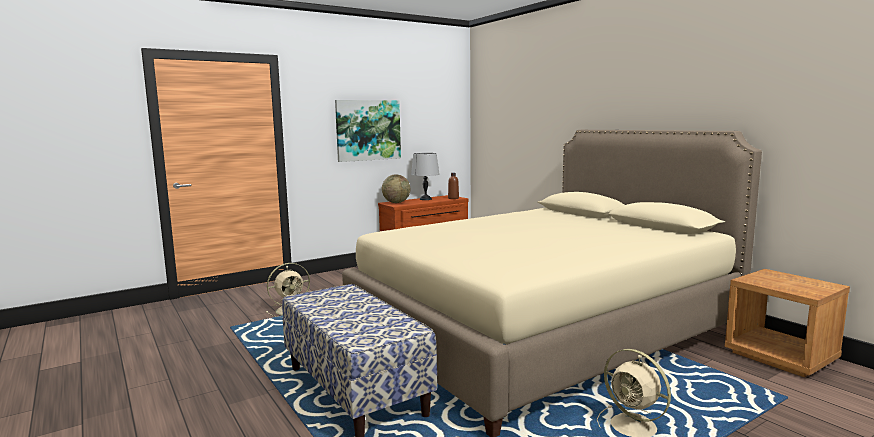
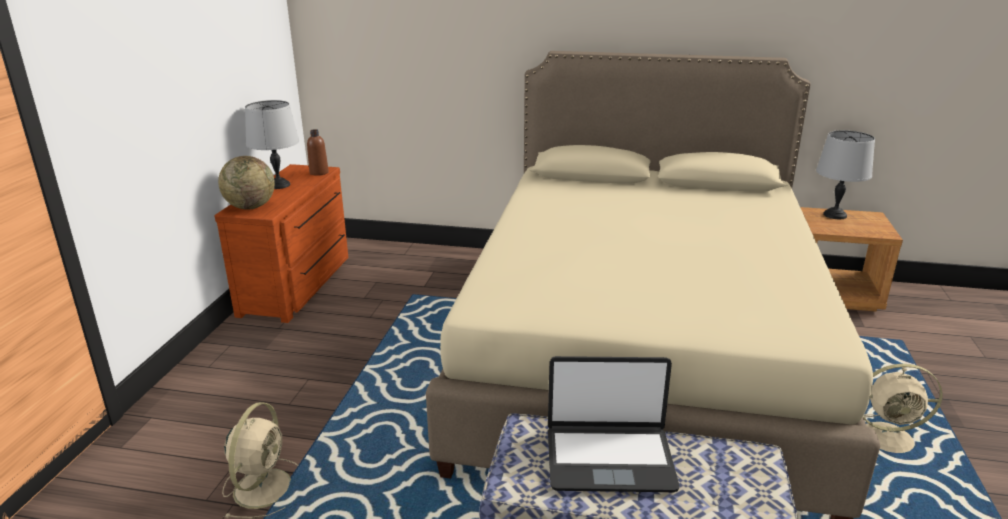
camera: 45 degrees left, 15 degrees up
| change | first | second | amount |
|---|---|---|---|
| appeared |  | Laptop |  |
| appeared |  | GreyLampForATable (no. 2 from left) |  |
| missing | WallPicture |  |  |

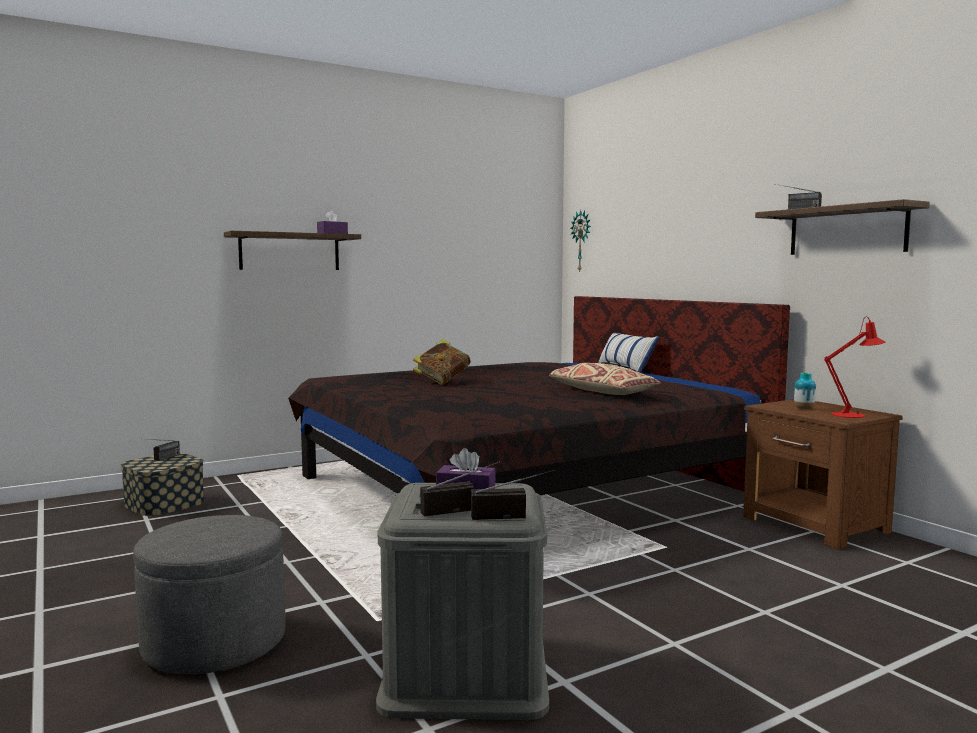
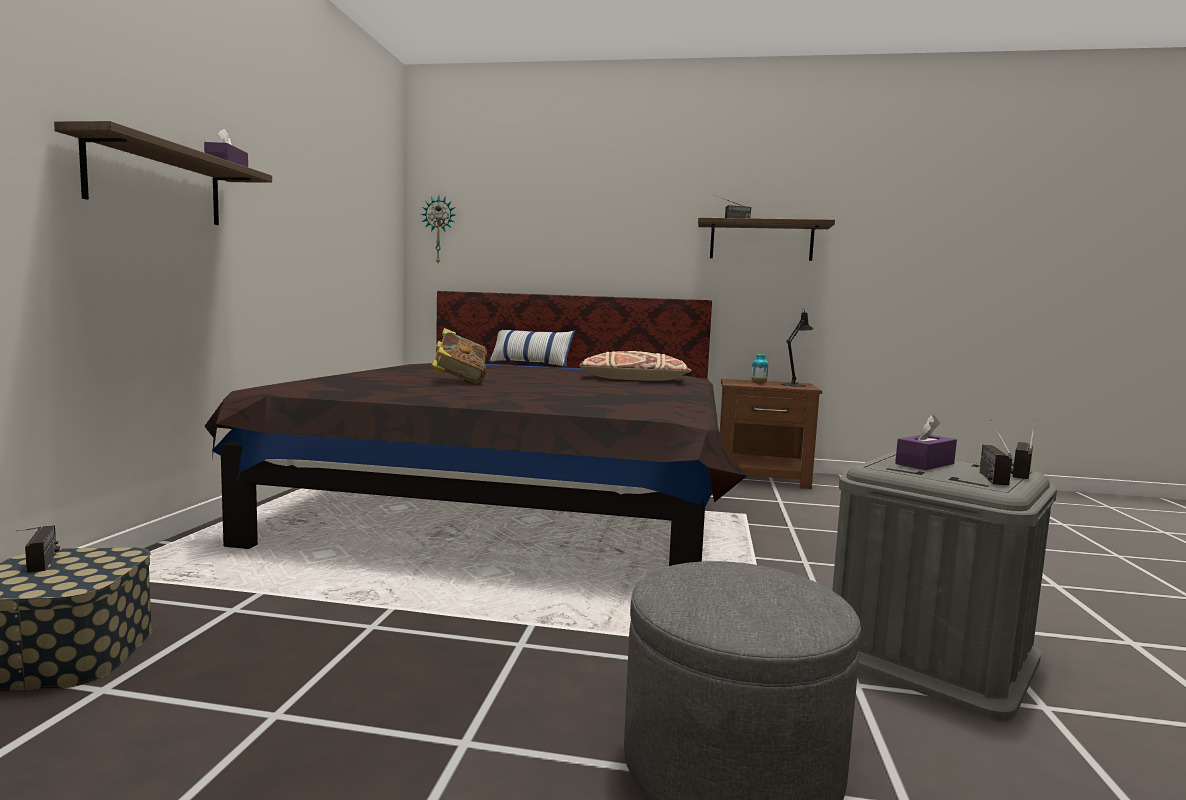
camera: 50 degrees left, 0 degrees up
| change | first | second | amount |
|---|---|---|---|
| colour | RedColouredLampForATable | BlackLampForATable |  |

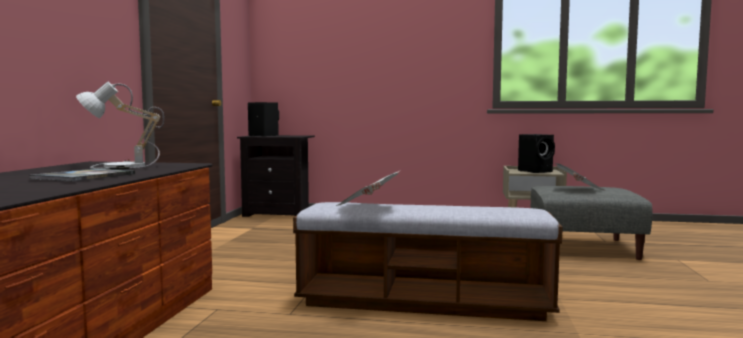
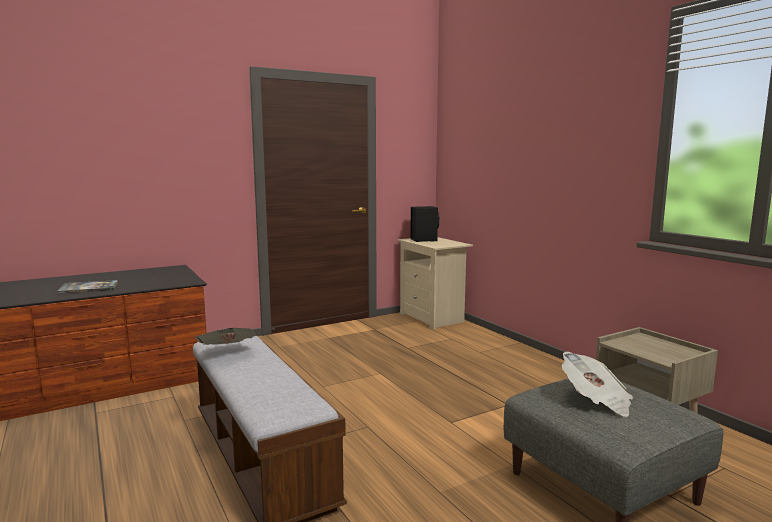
camera: 50 degrees right, 5 degrees up
| change | first | second | amount |
|---|---|---|---|
| colour | BlackBedsideTable | BeigeColouredBedsideTable (no. 1 from left) |  |
| missing | LampForATable |  |  |
| missing | BlackLoudspeaker (no. 2 from left) |  |  |

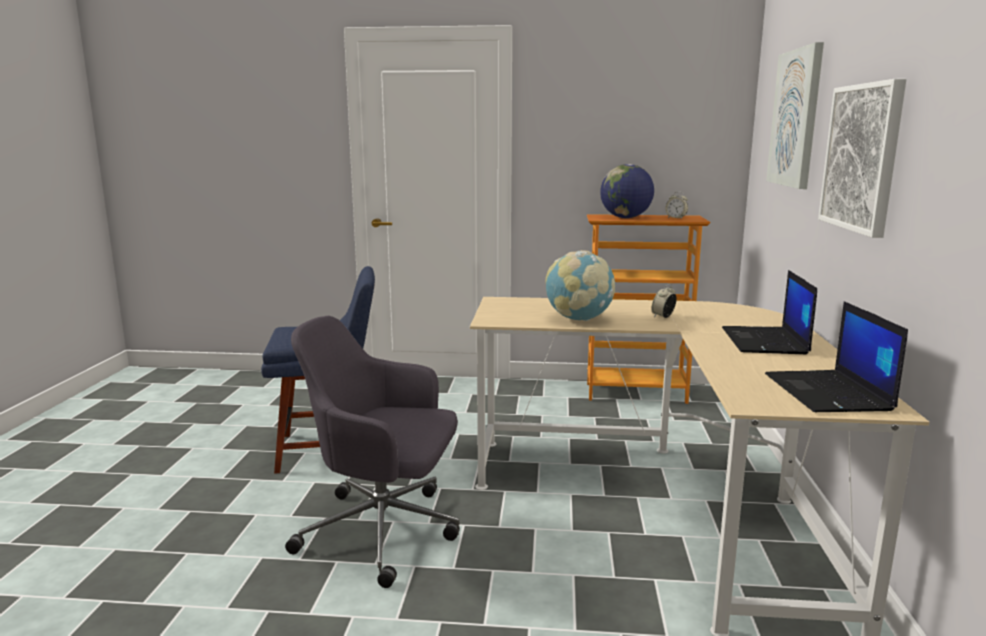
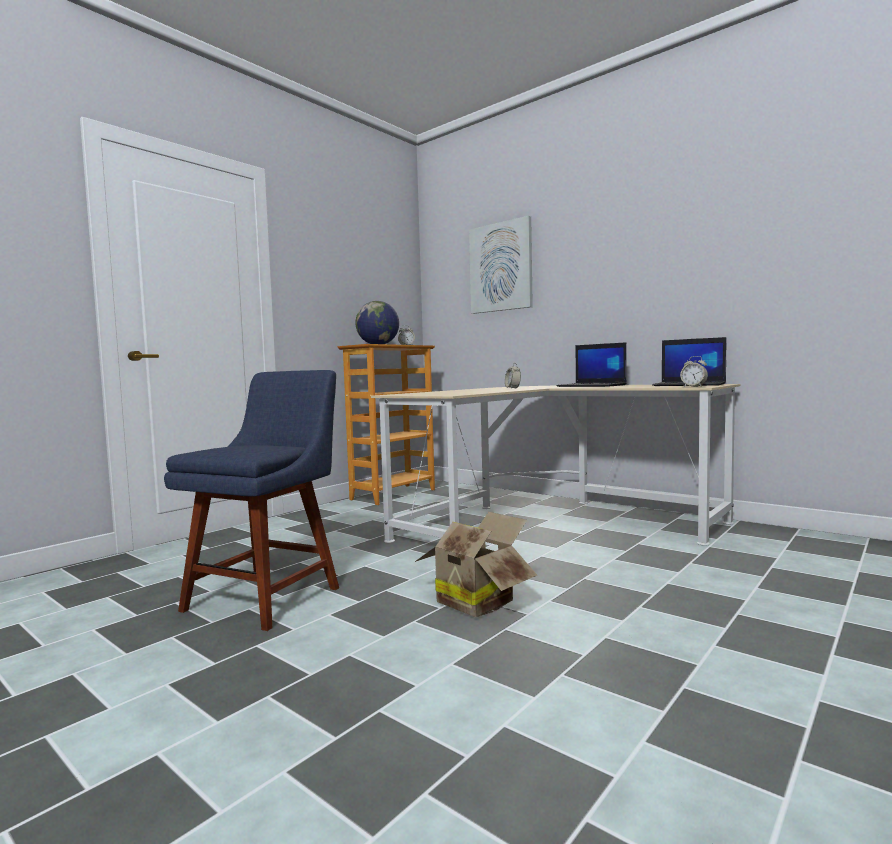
camera: 55 degrees left, 10 degrees down
| change | first | second | amount |
|---|---|---|---|
| exchanged | GreyComputerChair | CardboardBox |  |
| appeared |  | TableClock (no. 3 from left) |  |
| missing | Globe (no. 1 from left) |  |  |
| missing | WallPicture (no. 2 from left) |  |  |

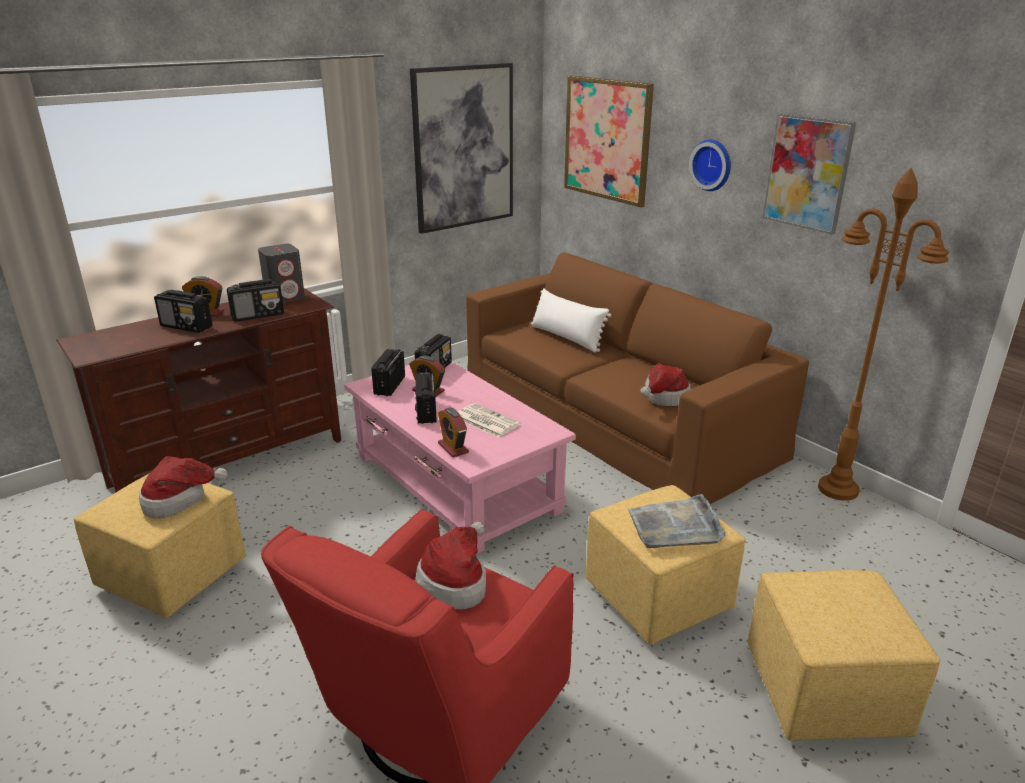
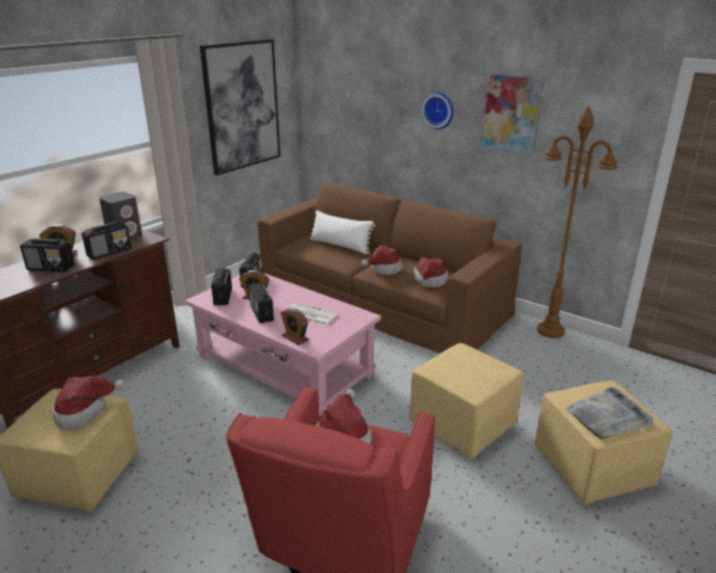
camera: 15 degrees left, 0 degrees up
| change | first | second | amount |
|---|---|---|---|
| appeared |  | ClothingHat (no. 3 from left) |  |
| relocated | GreyCarryingTray |  |  |
| missing | WallPicture (no. 2 from left) |  |  |

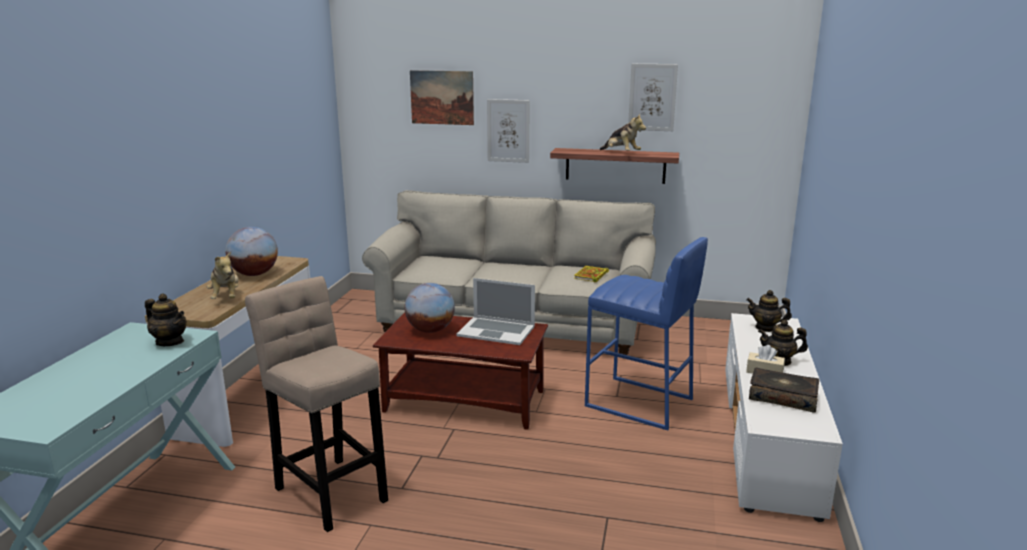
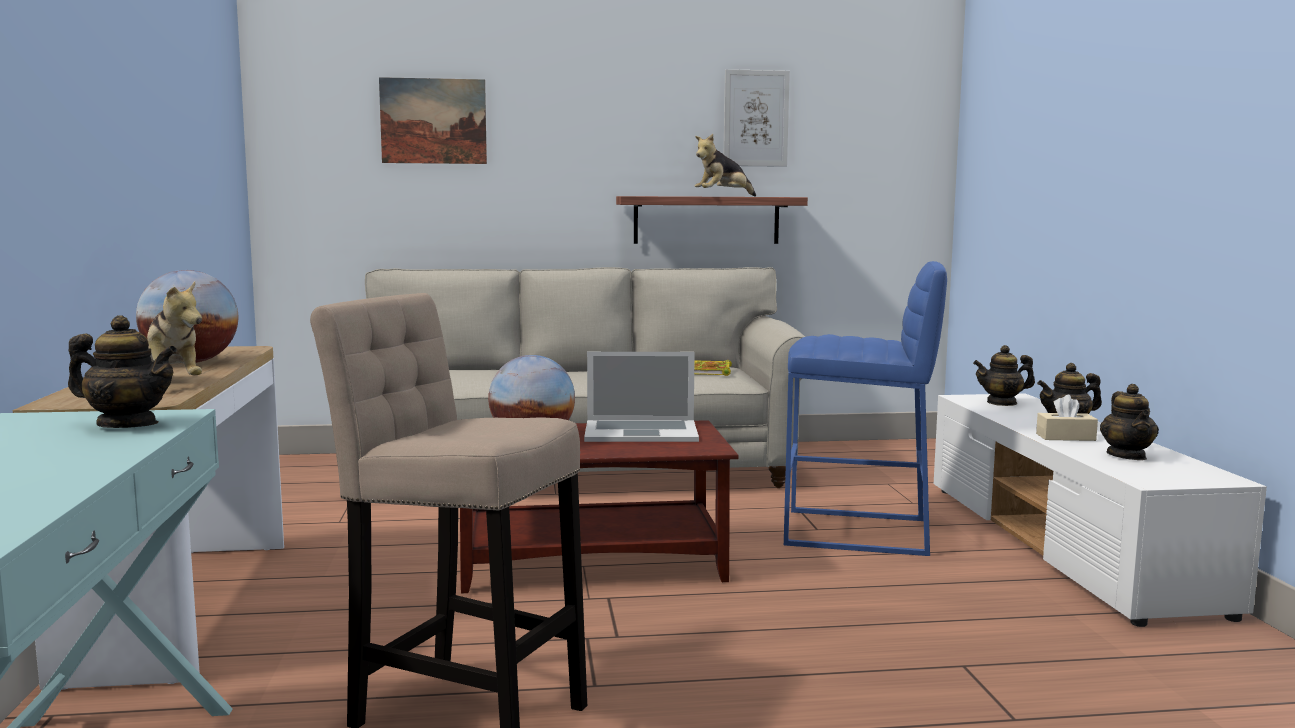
camera: 20 degrees left, 10 degrees down
| change | first | second | amount |
|---|---|---|---|
| spun | SoftToy (no. 2 from left) |  | 120 degrees clockwise |
| exchanged | Book (no. 2 from left) | PotForTea (no. 4 from left) |  |
| missing | WallPicture (no. 2 from left) |  |  |

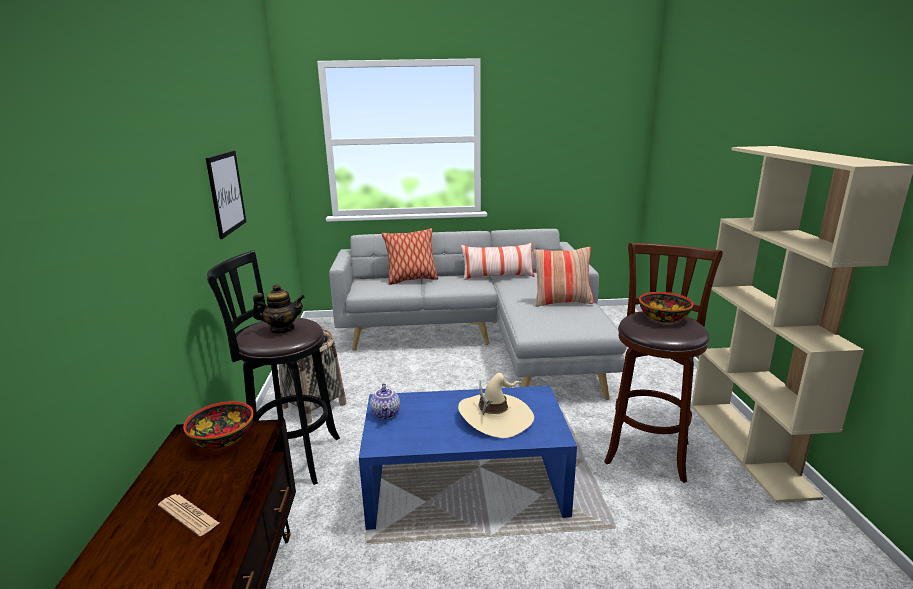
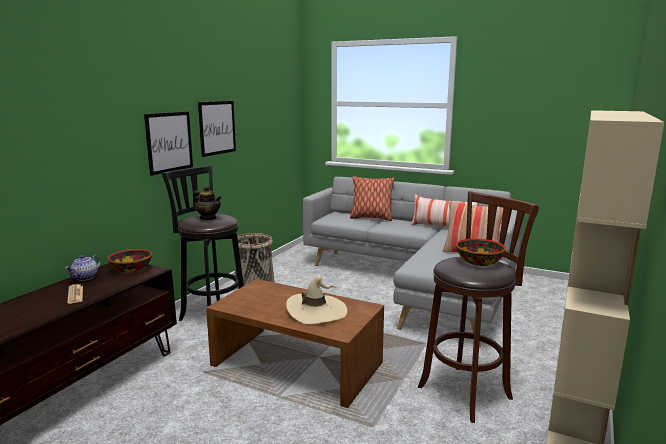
camera: 30 degrees right, 5 degrees down
| change | first | second | amount |
|---|---|---|---|
| relocated | PotForTea (no. 2 from left in the first image) | PotForTea (no. 1 from left) |  |
| appeared |  | WallPicture (no. 1 from left) |  |
| colour | BlueCoffeeTable | BrownishCoffeeTable |  |

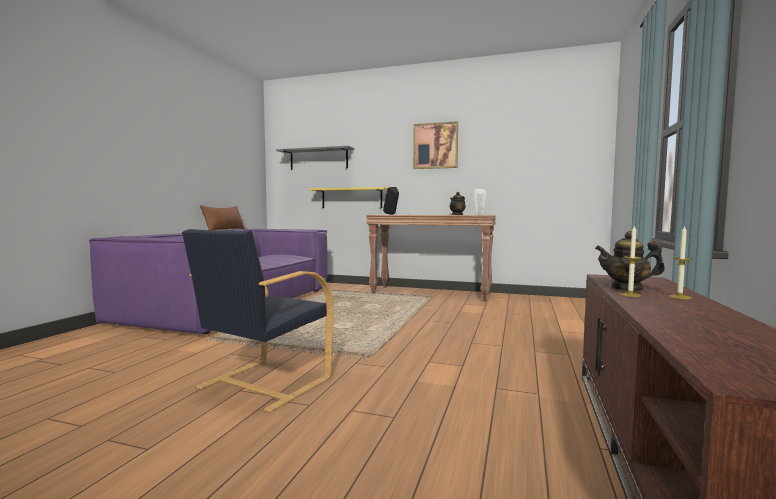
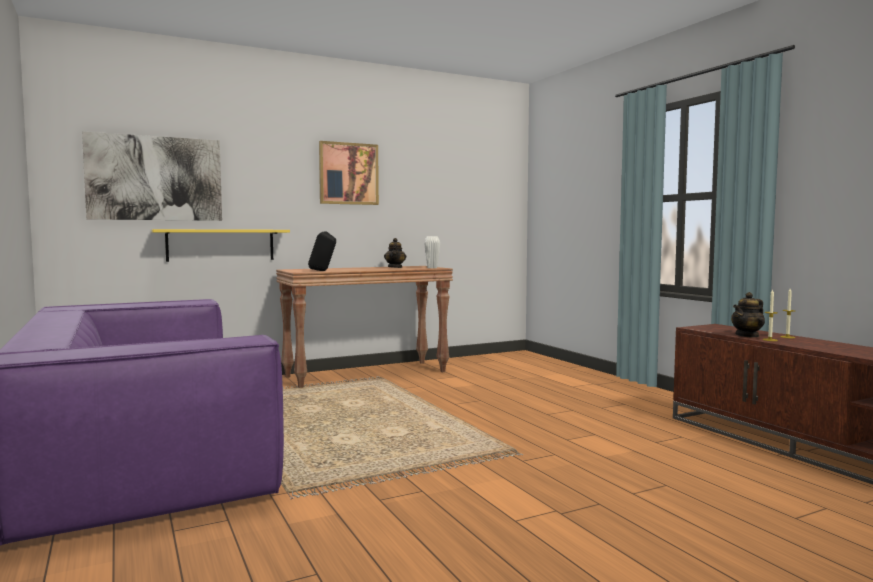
camera: 45 degrees left, 0 degrees up
| change | first | second | amount |
|---|---|---|---|
| exchanged | GreyBracketShelf | WallPicture (no. 1 from left) |  |
| missing | BlackArmchair |  |  |
| missing | BrownishPillow |  |  |

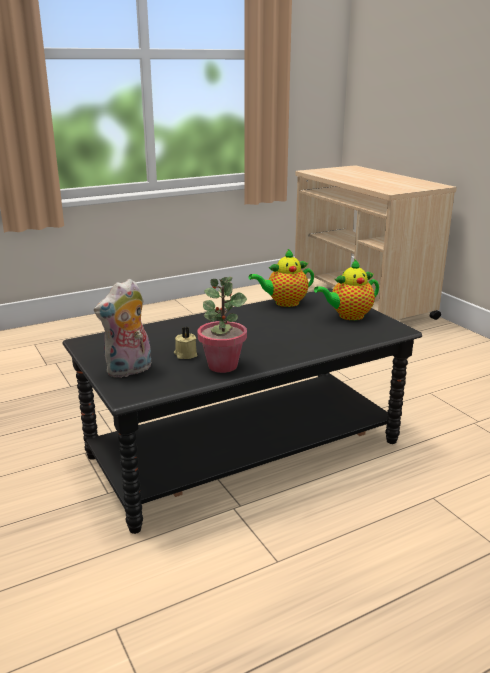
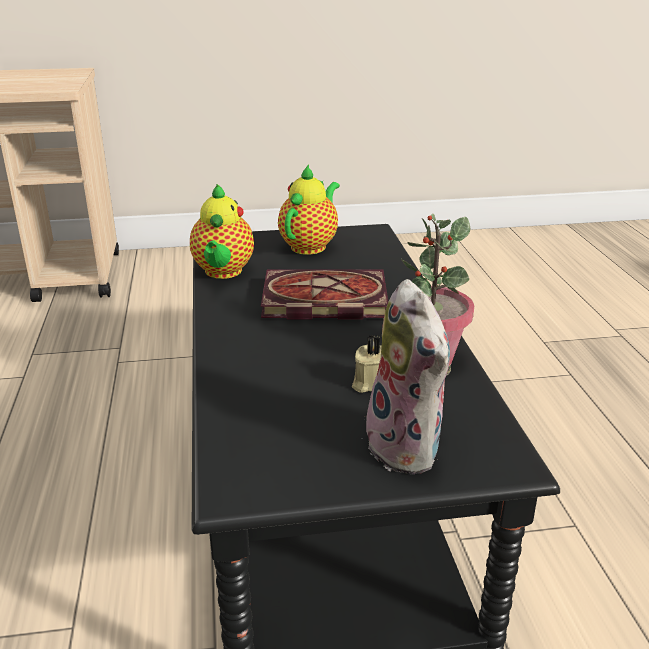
camera: 70 degrees left, 5 degrees up
| change | first | second | amount |
|---|---|---|---|
| appeared |  | Book |  |
| spun | PotForTea (no. 2 from left) |  | 150 degrees counterclockwise |

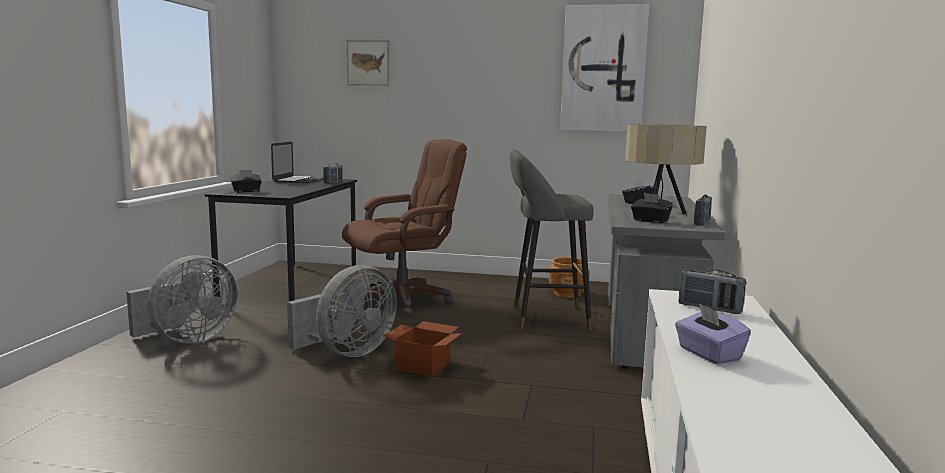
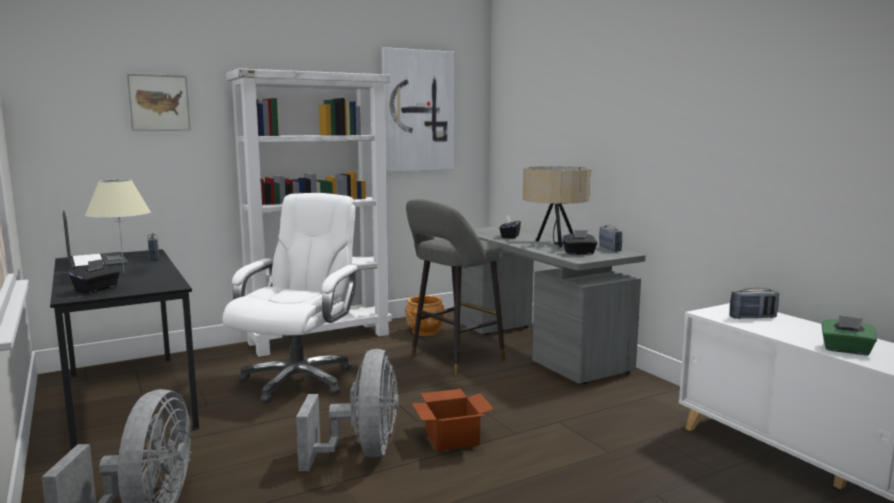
camera: 40 degrees left, 0 degrees up
| change | first | second | amount |
|---|---|---|---|
| appeared |  | BeigeColouredLampForATable (no. 1 from left) |  |
| colour | BrownishComputerChair | WhitishComputerChair |  |
| appeared |  | WhitishBookshelf |  |
| colour | PurplishTissueBox | GreenColouredTissueBox |  |

